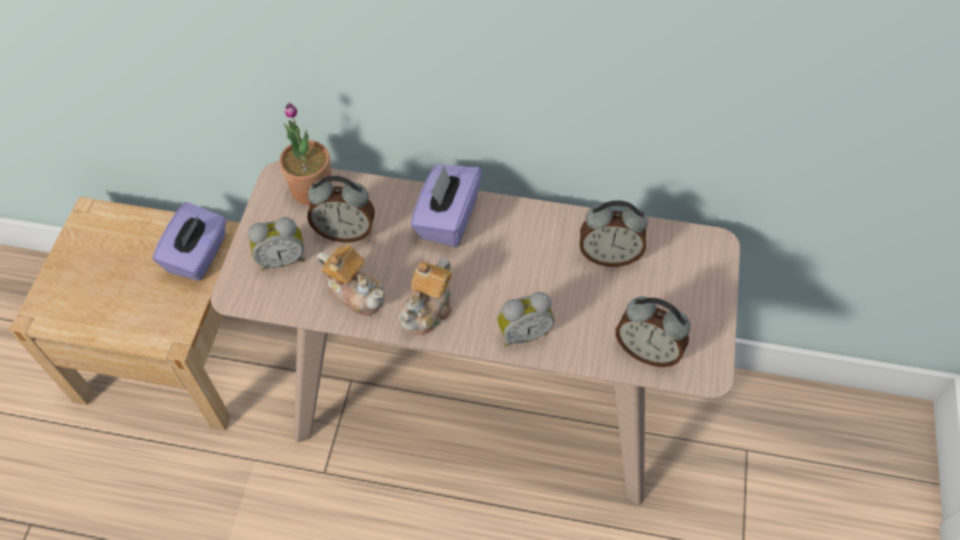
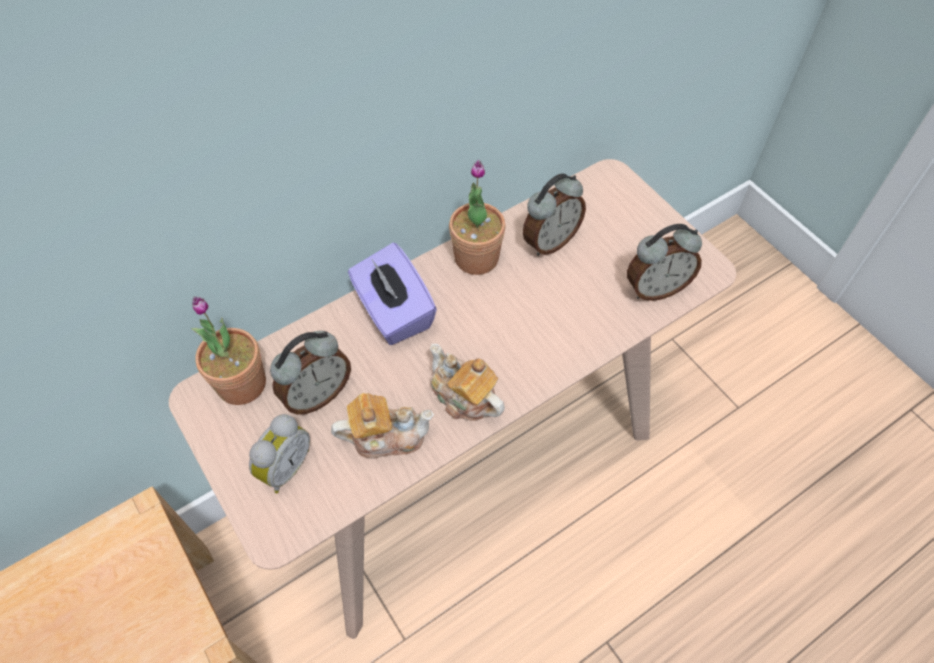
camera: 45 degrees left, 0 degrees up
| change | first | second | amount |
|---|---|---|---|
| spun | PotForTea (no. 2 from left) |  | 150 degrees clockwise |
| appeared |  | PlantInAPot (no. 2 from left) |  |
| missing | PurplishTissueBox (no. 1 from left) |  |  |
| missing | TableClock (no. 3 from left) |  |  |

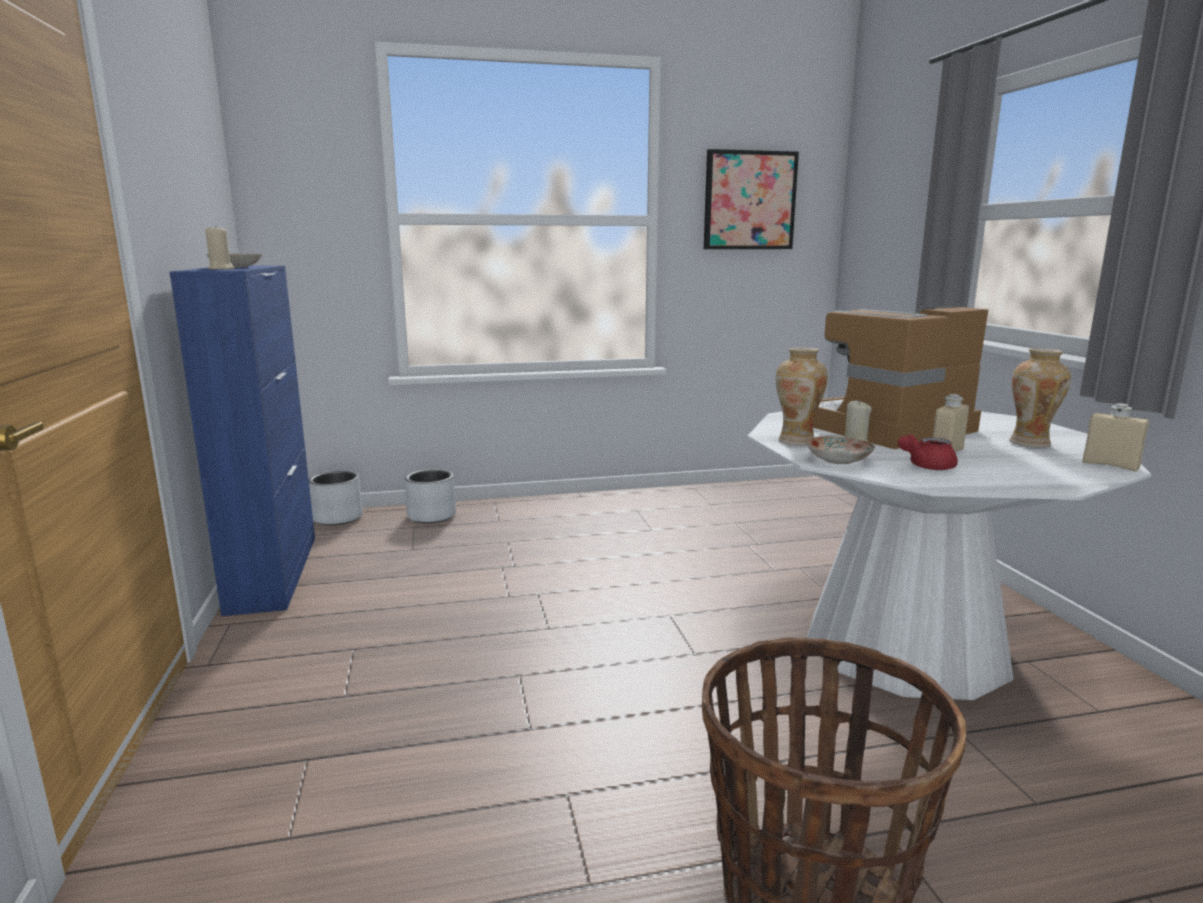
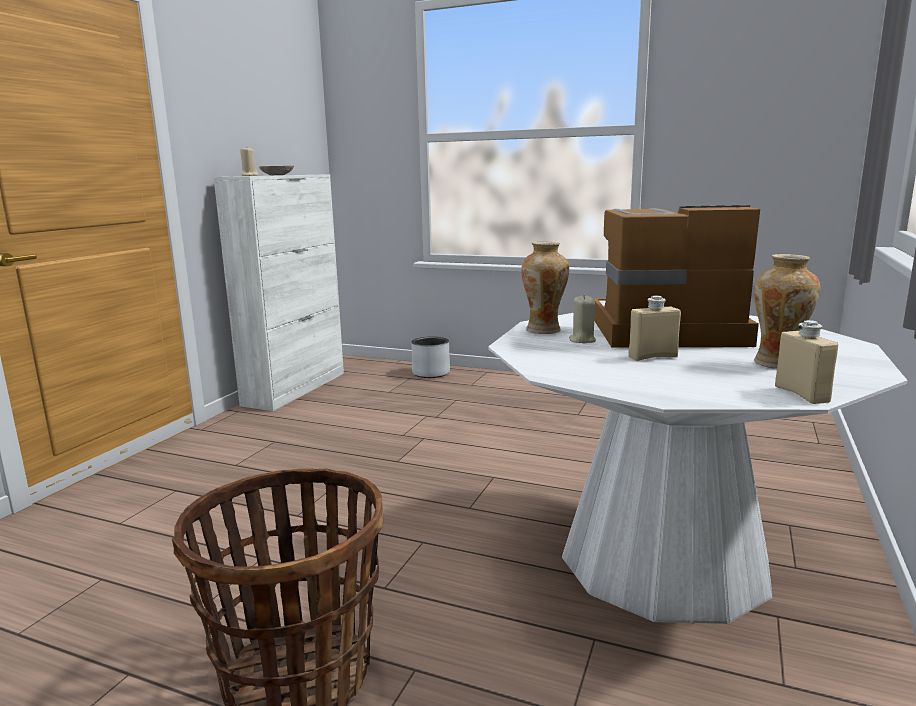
camera: 35 degrees right, 0 degrees up
| change | first | second | amount |
|---|---|---|---|
| colour | BlueCabinet | WhitishCabinet |  |
| missing | GreyFlowerPot (no. 1 from left) |  |  |
| missing | WallPicture |  |  |
| missing | FlatDish (no. 2 from left) |  |  |
| missing | RedColouredPotForTea |  |  |

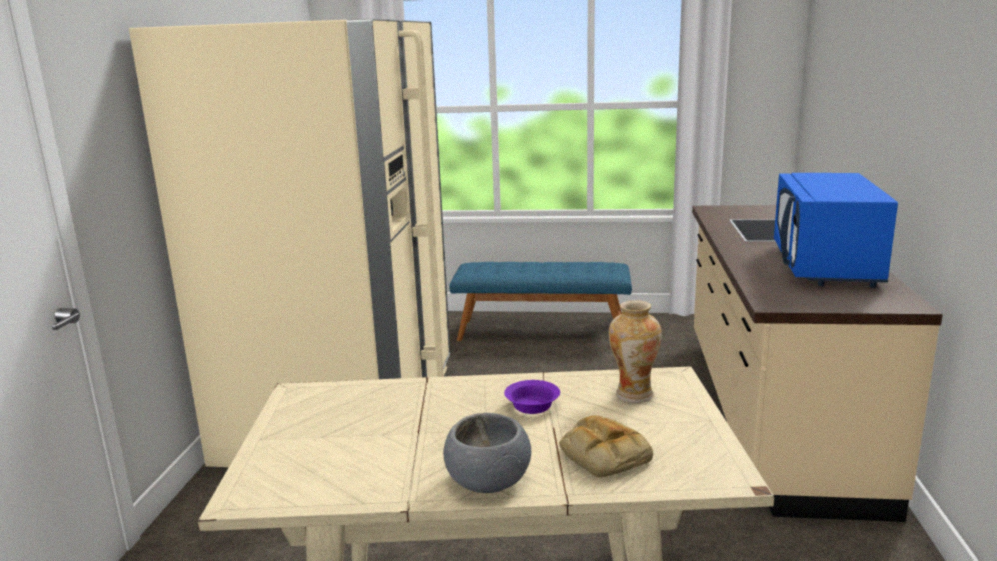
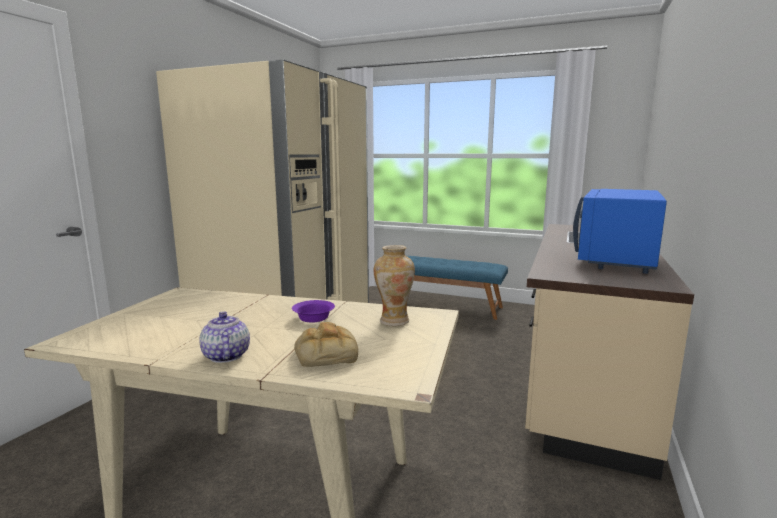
camera: 15 degrees right, 5 degrees down
| change | first | second | amount |
|---|---|---|---|
| exchanged | GreyDeepDish | PotForTea |  |

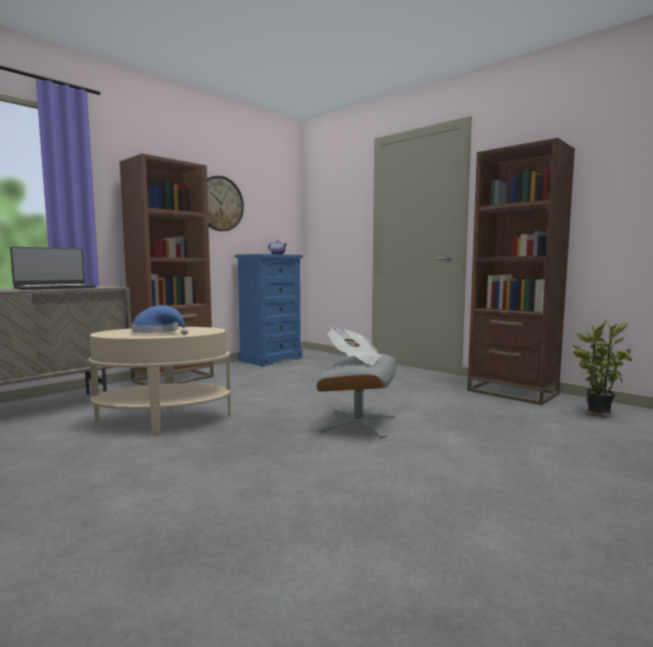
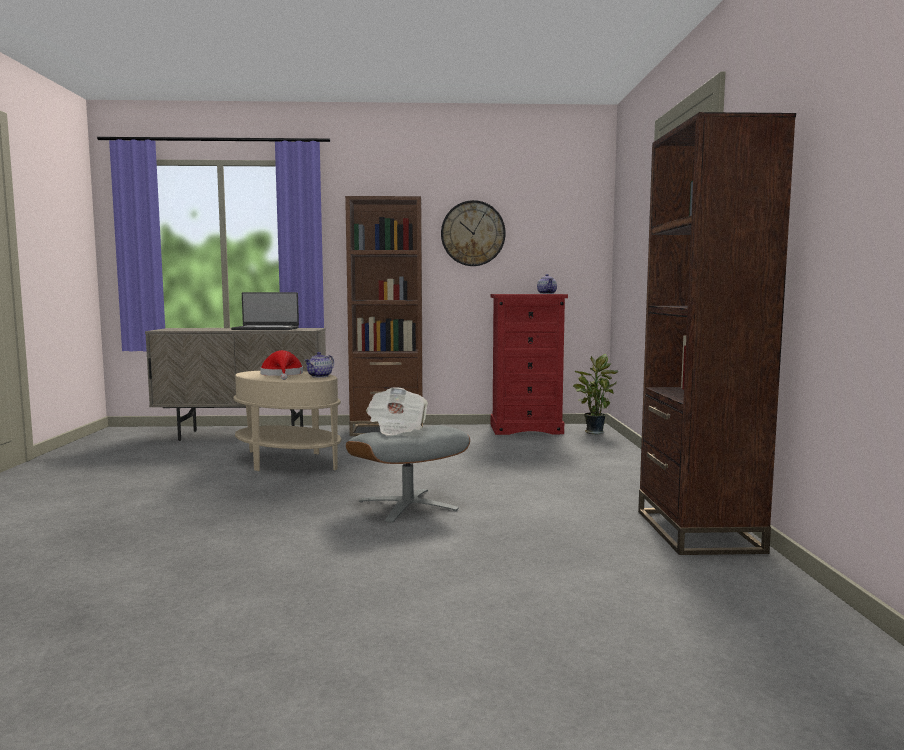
camera: 45 degrees right, 0 degrees up
| change | first | second | amount |
|---|---|---|---|
| colour | BlueClothingHat | RedColouredClothingHat |  |
| appeared |  | PotForTea (no. 1 from left) |  |
| colour | BlueDrawerChest | RedColouredDrawerChest |  |
| relocated | PlantInAPot |  |  |

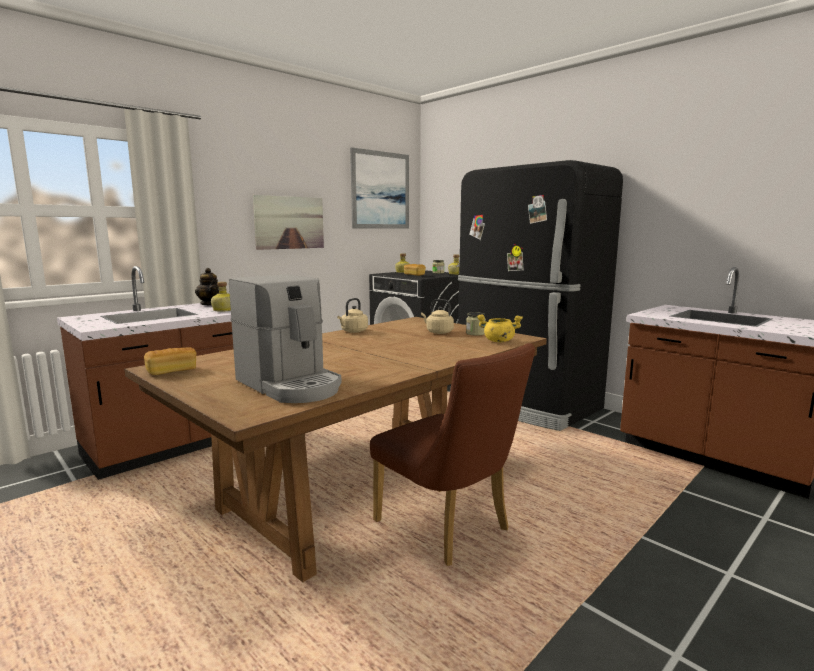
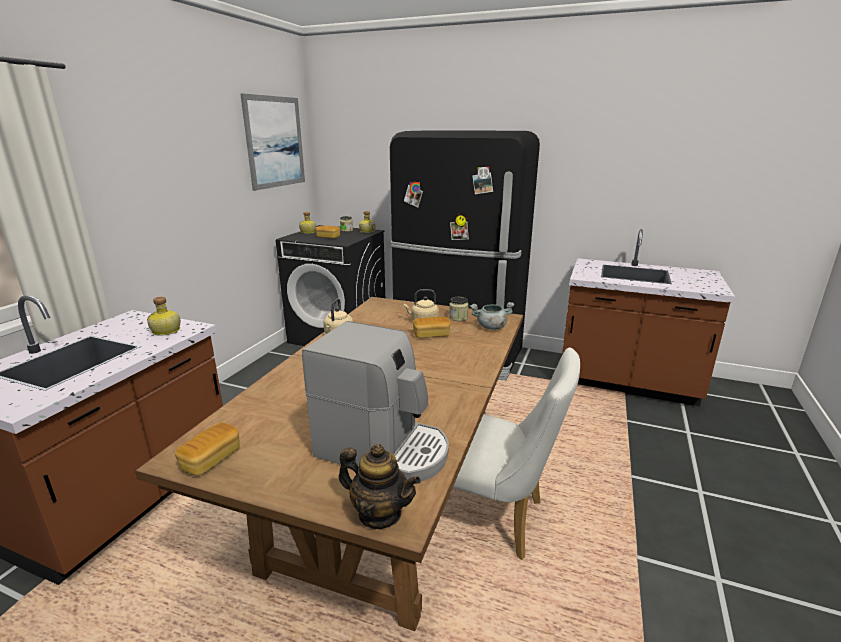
camera: 25 degrees left, 10 degrees up
| change | first | second | amount |
|---|---|---|---|
| relocated | PotForTea |  |  |
| appeared |  | Bread (no. 3 from left) |  |
| colour | BrownishPlainChair | WhitishPlainChair |  |
| colour | YellowSaucepot | GreySaucepot |  |
| missing | WallPicture (no. 1 from left) |  |  |

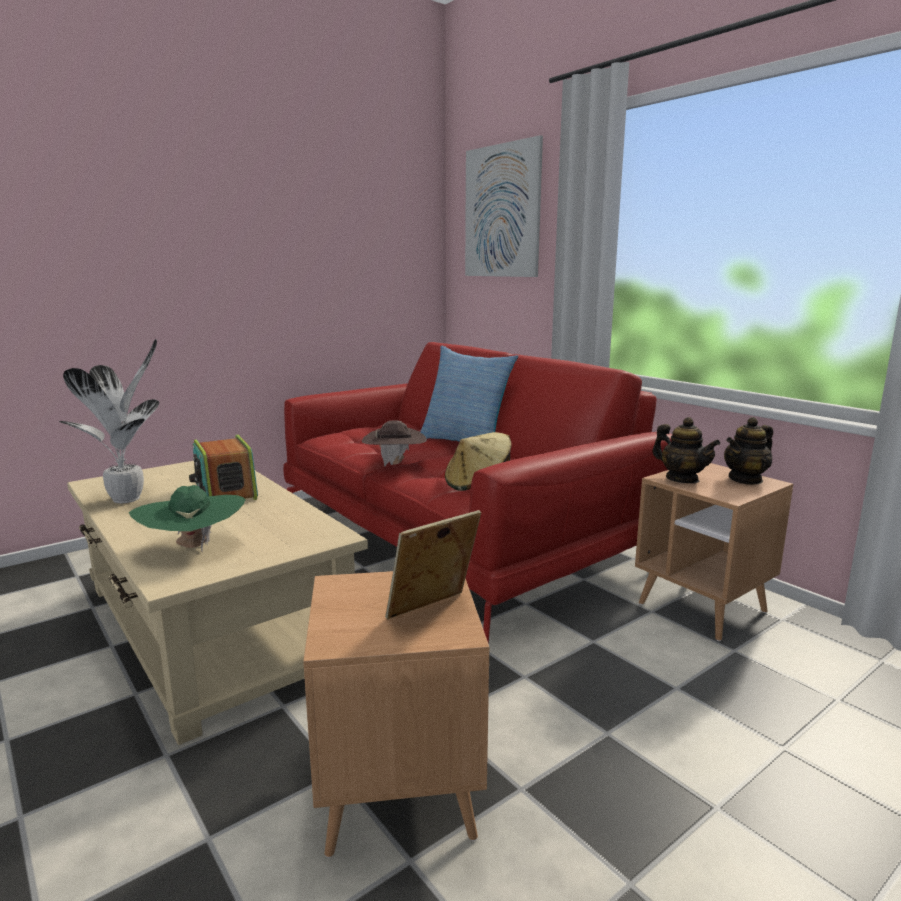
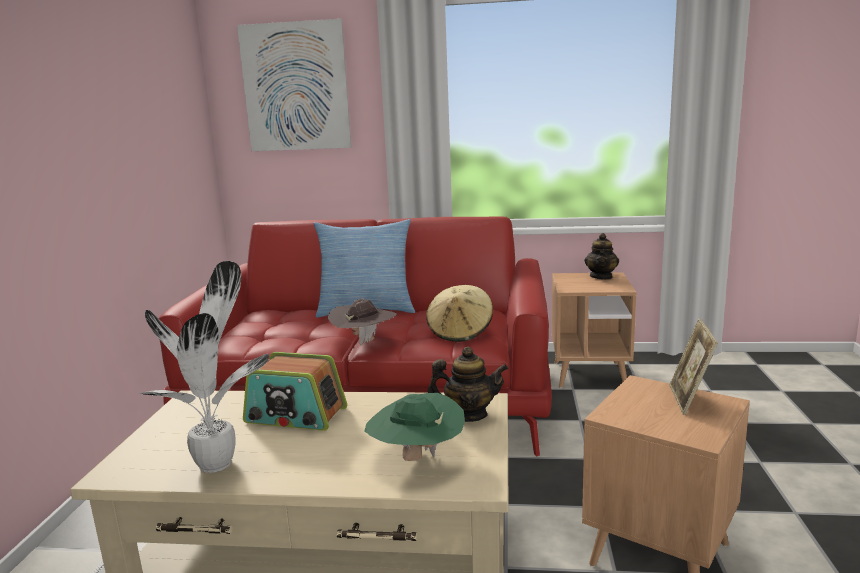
camera: 45 degrees left, 0 degrees up
| change | first | second | amount |
|---|---|---|---|
| relocated | PotForTea (no. 1 from left) |  |  |

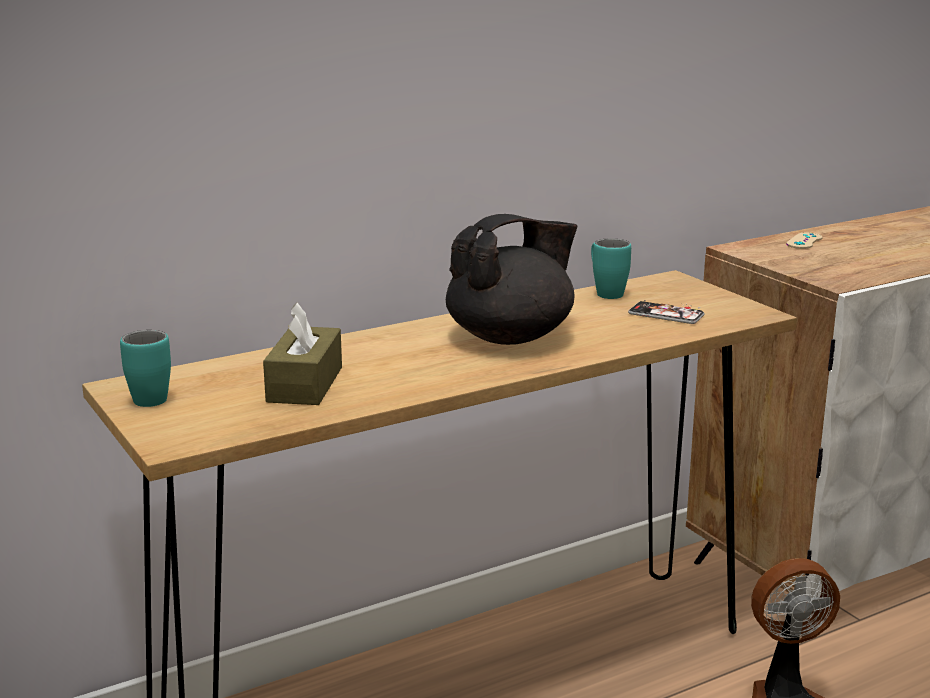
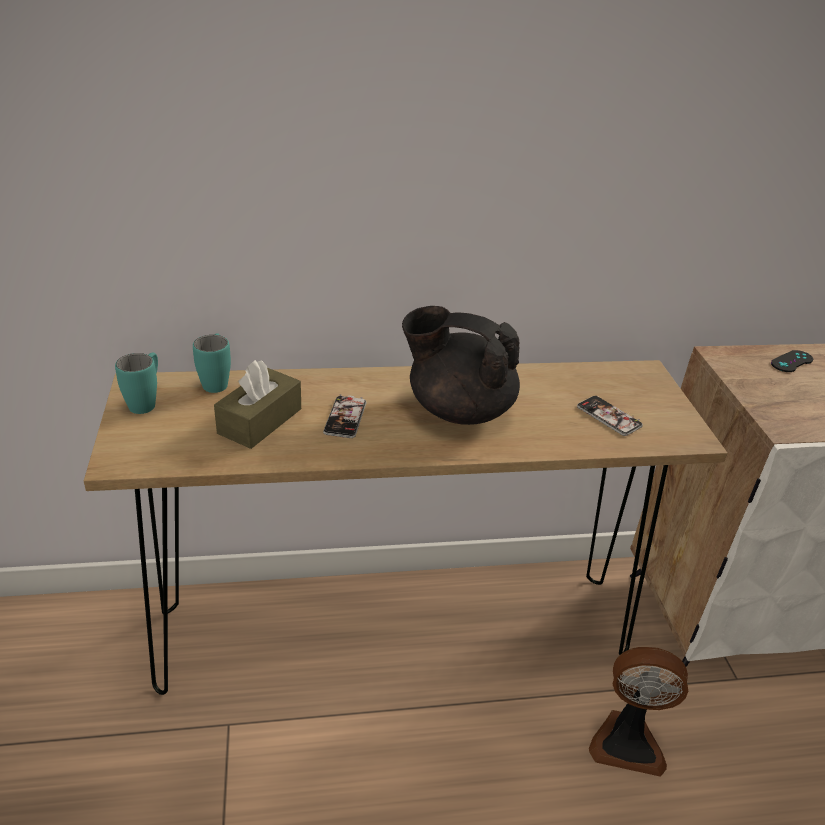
camera: 20 degrees right, 15 degrees up
| change | first | second | amount |
|---|---|---|---|
| relocated | BlueGreenTeaMug (no. 2 from left) |  |  |
| appeared |  | Handset (no. 1 from left) |  |
| spun | BlackPotForTea |  | 150 degrees counterclockwise |
| colour | BeigeColouredJoypad | BlackJoypad |  |

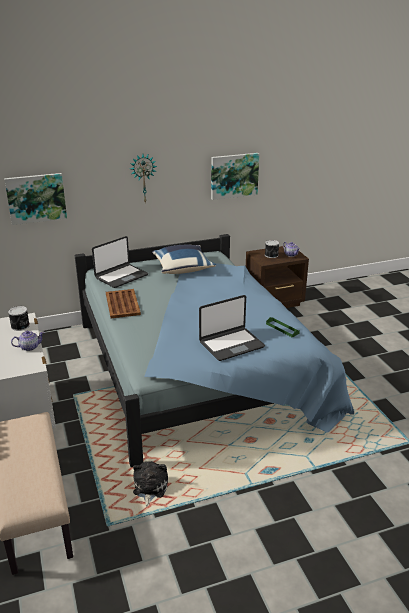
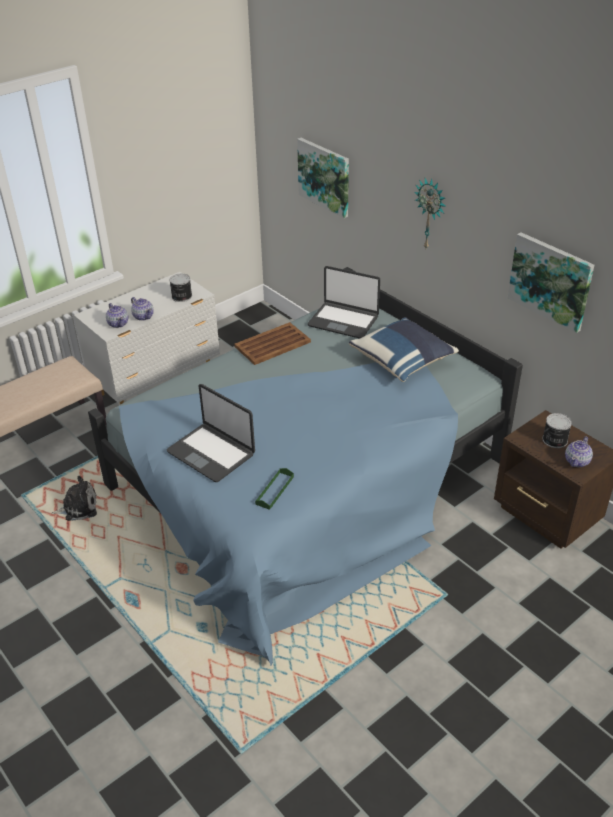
camera: 70 degrees right, 10 degrees up
| change | first | second | amount |
|---|---|---|---|
| appeared |  | PotForTea (no. 1 from left) |  |

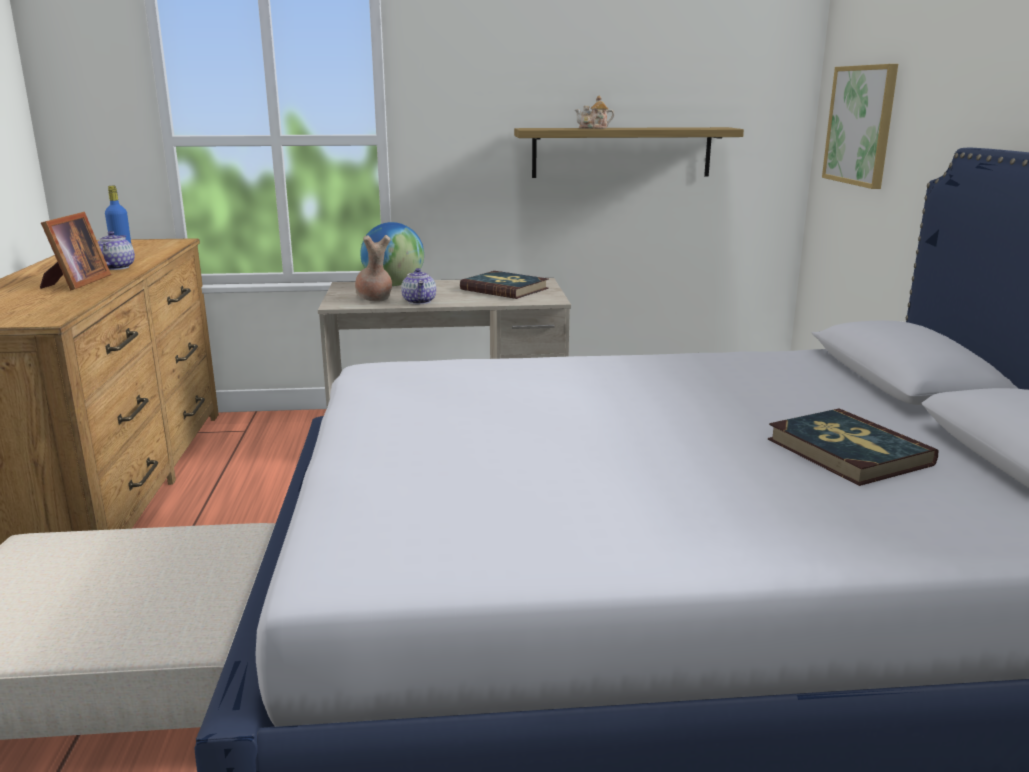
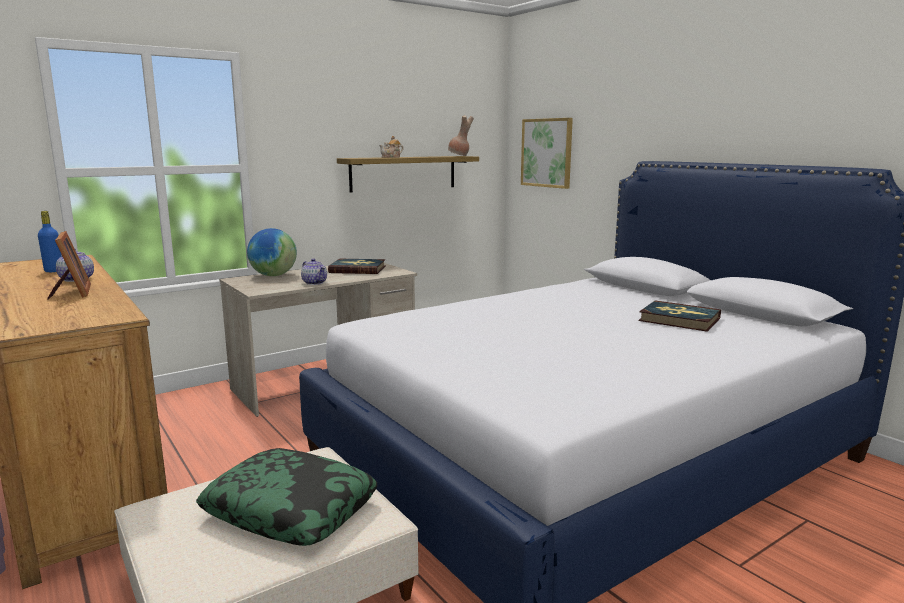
camera: 30 degrees left, 5 degrees down
| change | first | second | amount |
|---|---|---|---|
| appeared |  | Pillow |  |
| relocated | BrownishDecorativeVase |  |  |

